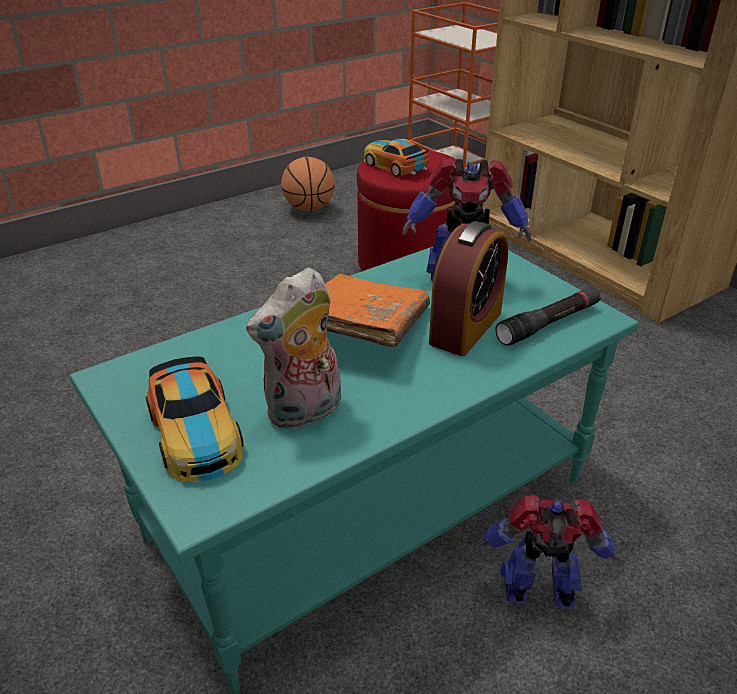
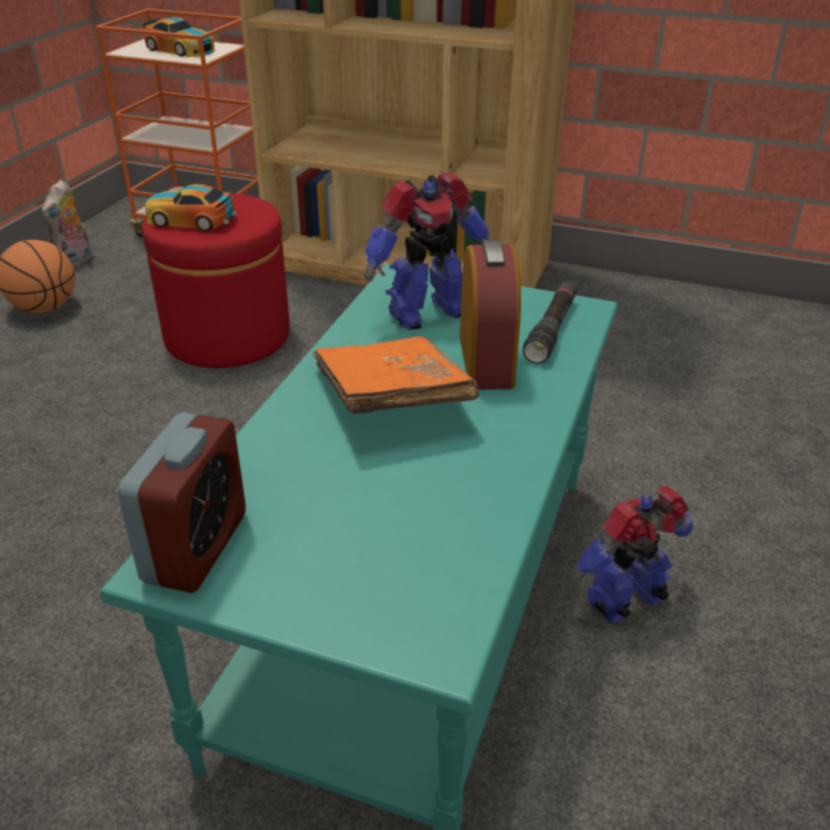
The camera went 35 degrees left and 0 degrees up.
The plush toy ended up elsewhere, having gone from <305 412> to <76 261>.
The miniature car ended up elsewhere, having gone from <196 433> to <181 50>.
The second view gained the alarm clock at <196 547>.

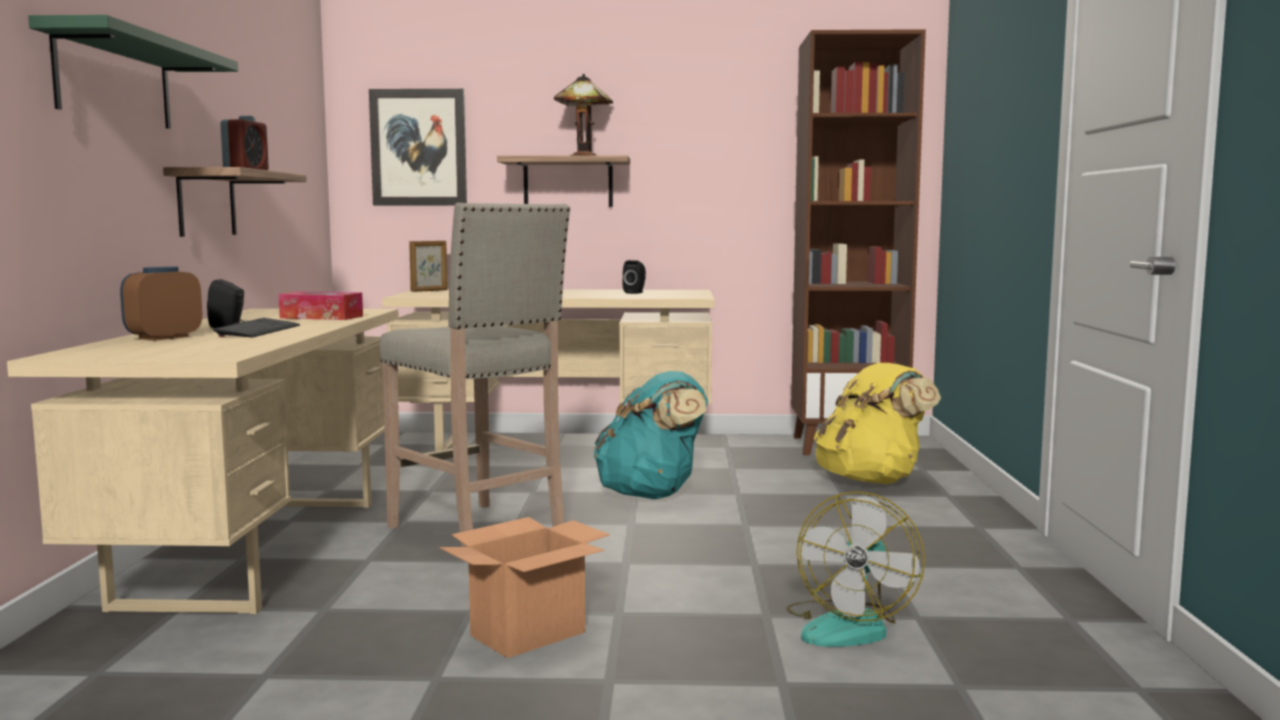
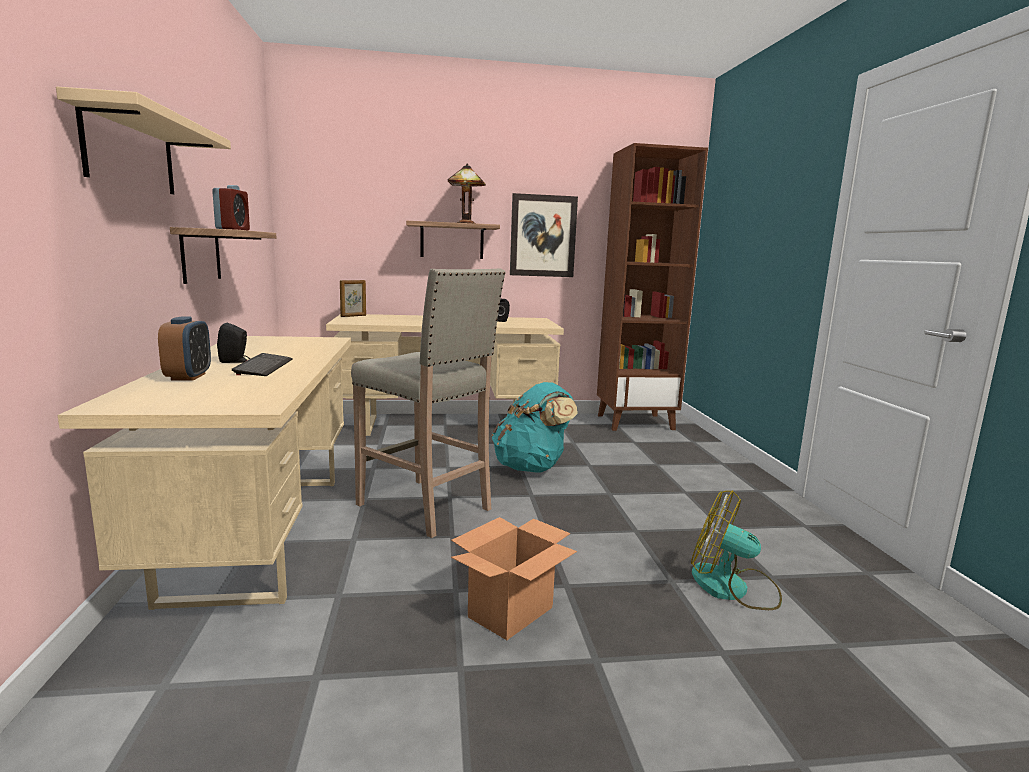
The camera went 10 degrees left and 5 degrees up.
What was the green shelf at <114 80> turned into the beige-coloured shelf at <130 152>.
The wall picture ended up elsewhere, having gone from <418 148> to <543 236>.
The alarm clock at <164 338> ended up facing another way, 150 degrees clockwise from before.
The second view lost the tissue holder at <321 317>.
The second view lost the yellowish backpack at <871 480>.
The fan at <849 625> ended up facing another way, 105 degrees clockwise from before.

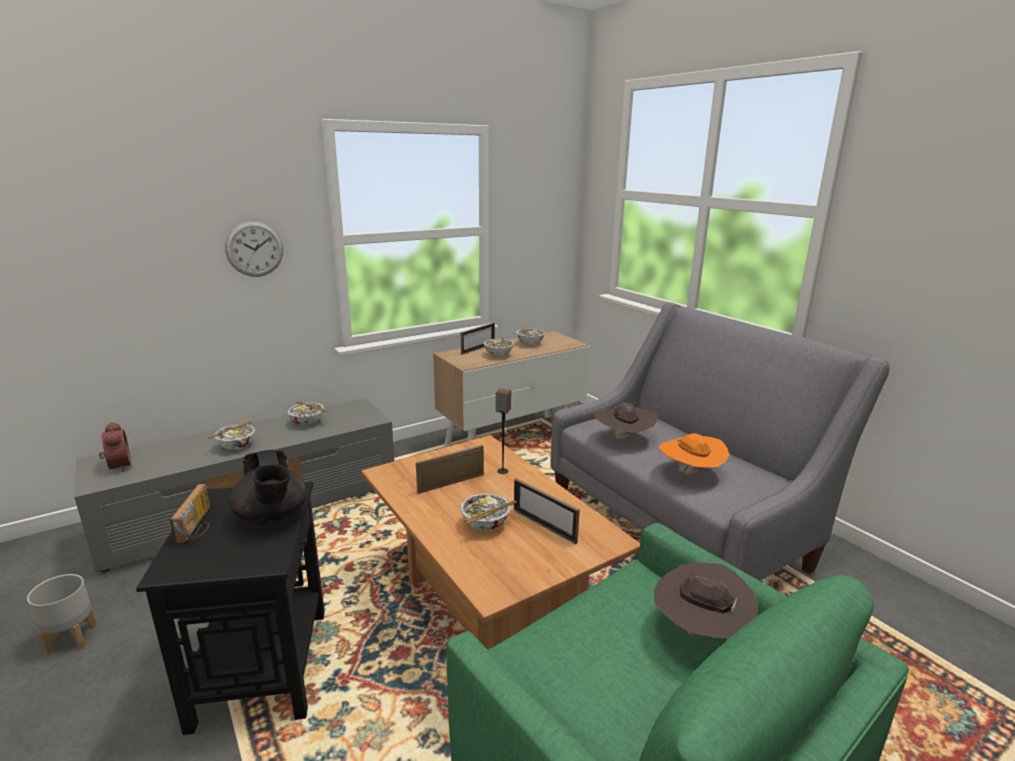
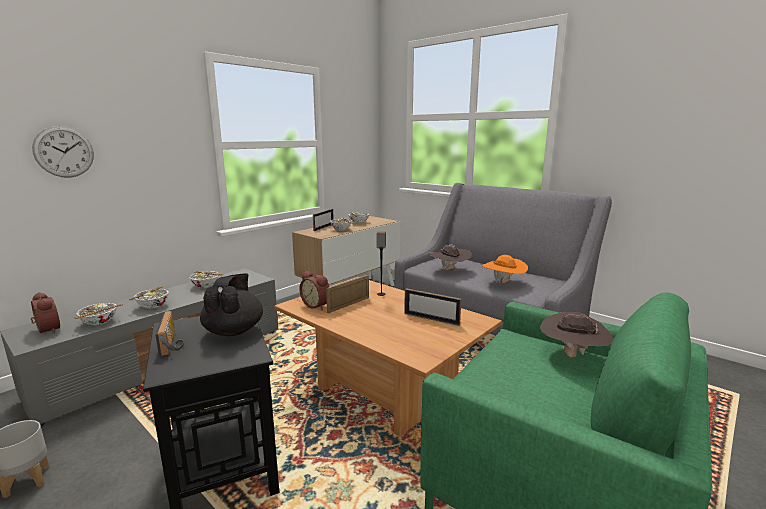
The camera went 15 degrees left and 5 degrees down.
The hanging clock ended up elsewhere, having gone from <254 249> to <64 152>.
The blackish tea pot at <272 517> ended up facing another way, 135 degrees counterclockwise from before.
The serving bowl ended up elsewhere, having gone from <485 524> to <99 322>.
The second view gained the alarm clock at <317 305>.

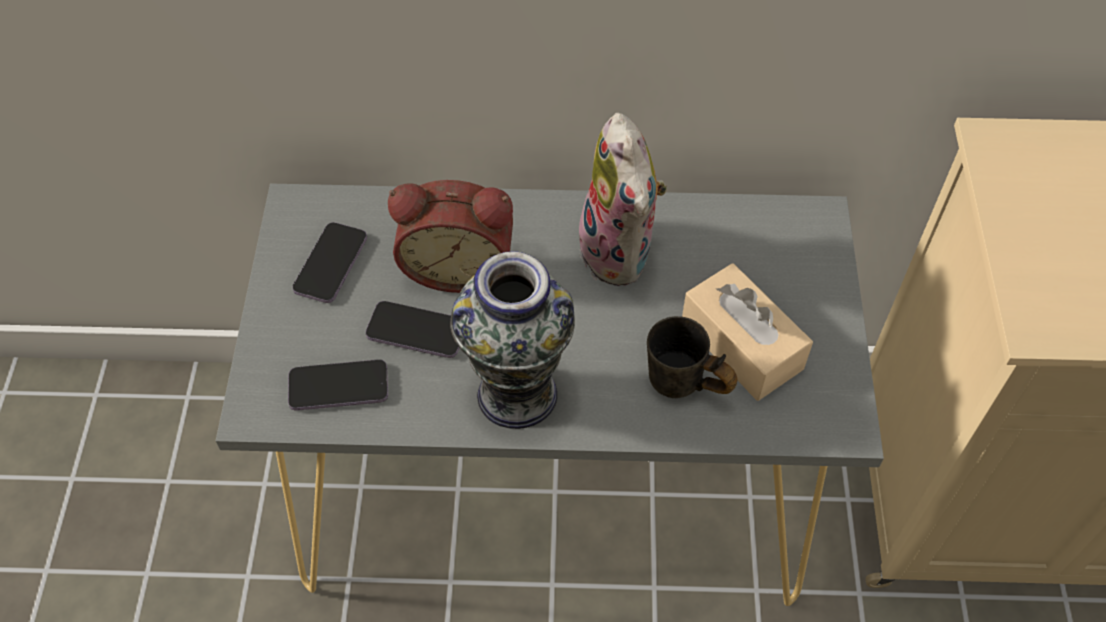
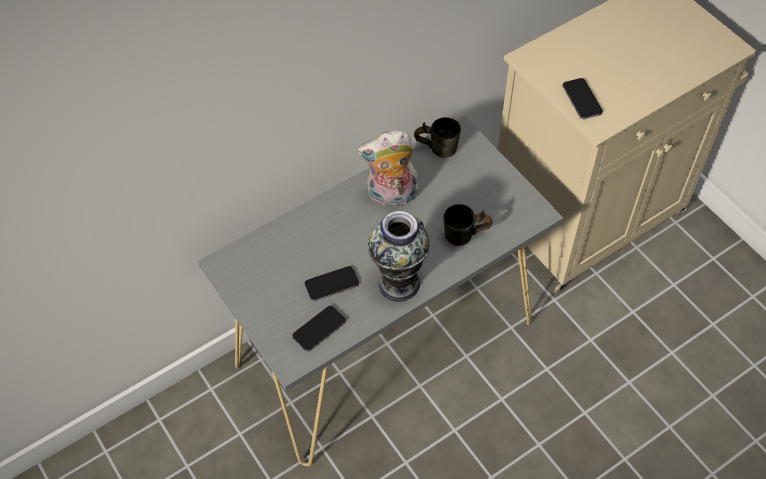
The camera went 35 degrees left and 0 degrees up.
The plush toy at <621 253> ended up facing another way, 135 degrees clockwise from before.
The second view lost the alarm clock at <458 265>.
The phone ended up elsewhere, having gone from <331 264> to <581 100>.
The second view lost the beige-coloured tissue holder at <741 345>.
The second view gained the gray coffee mug at <437 147>.

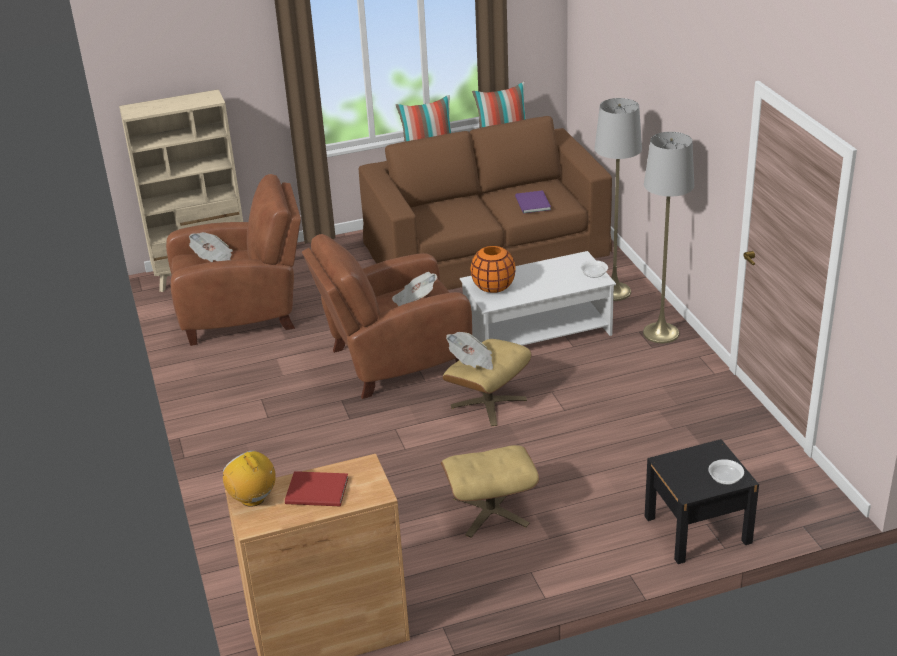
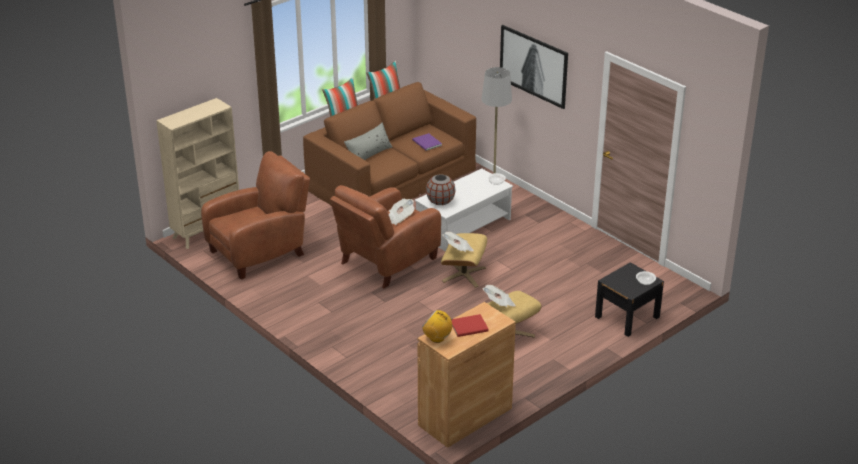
The camera went 25 degrees left and 0 degrees up.
The second view lost the gray standard lamp at <661 333>.
The printed paper ended up elsewhere, having gone from <213 258> to <499 303>.
What was the orangey decorative vase at <493 287> turned into the gray decorative vase at <440 201>.
The second view gained the wall picture at <534 65>.
The second view gained the gray cushion at <369 154>.

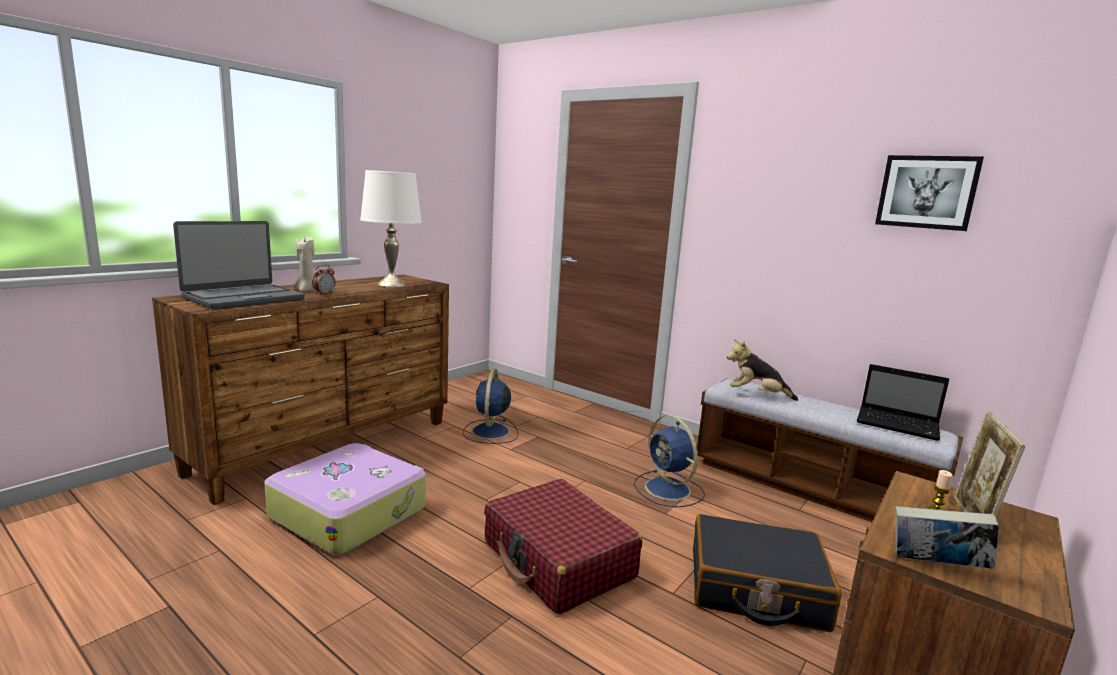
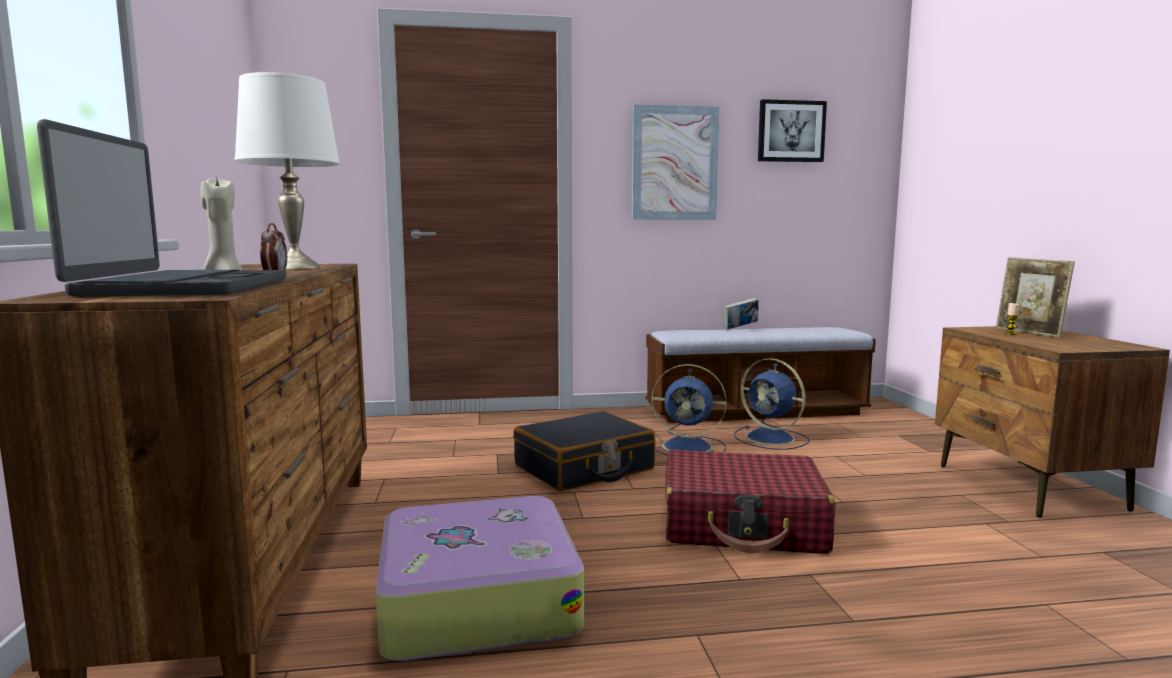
The camera went 45 degrees left and 5 degrees down.
The second view lost the plush toy at <757 395>.
The second view lost the laptop at <899 425>.
The blue fan ended up elsewhere, having gone from <490 432> to <772 438>.
The bound book ended up elsewhere, having gone from <936 566> to <740 328>.
The blackish travel case ended up elsewhere, having gone from <755 589> to <584 468>.
The second view gained the wall picture at <674 163>.

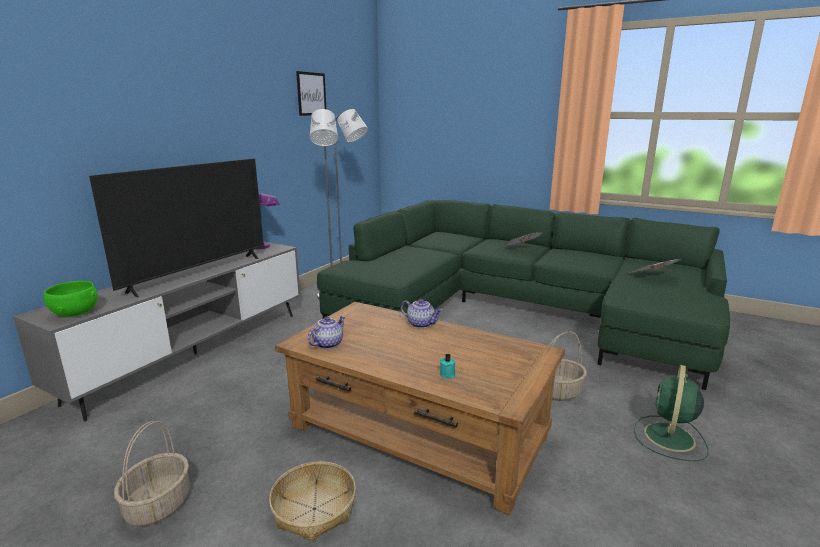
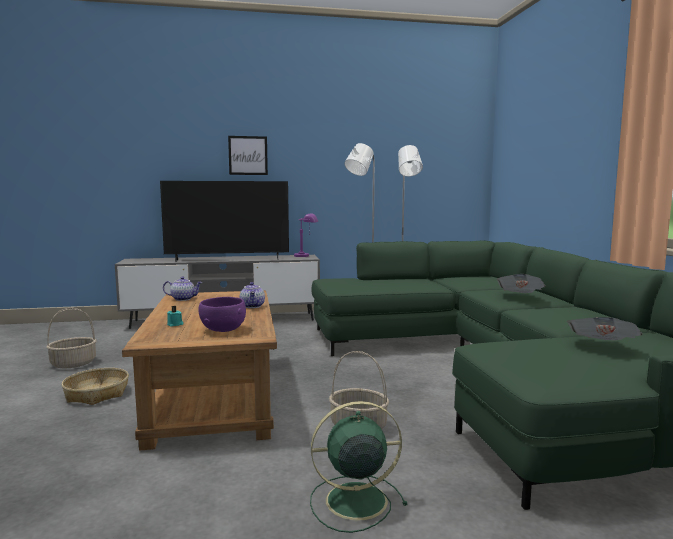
The camera went 50 degrees right and 10 degrees down.
The wall picture ended up elsewhere, having gone from <311 94> to <248 155>.
The second view lost the green serving bowl at <75 313>.
The second view gained the purplish serving bowl at <223 330>.

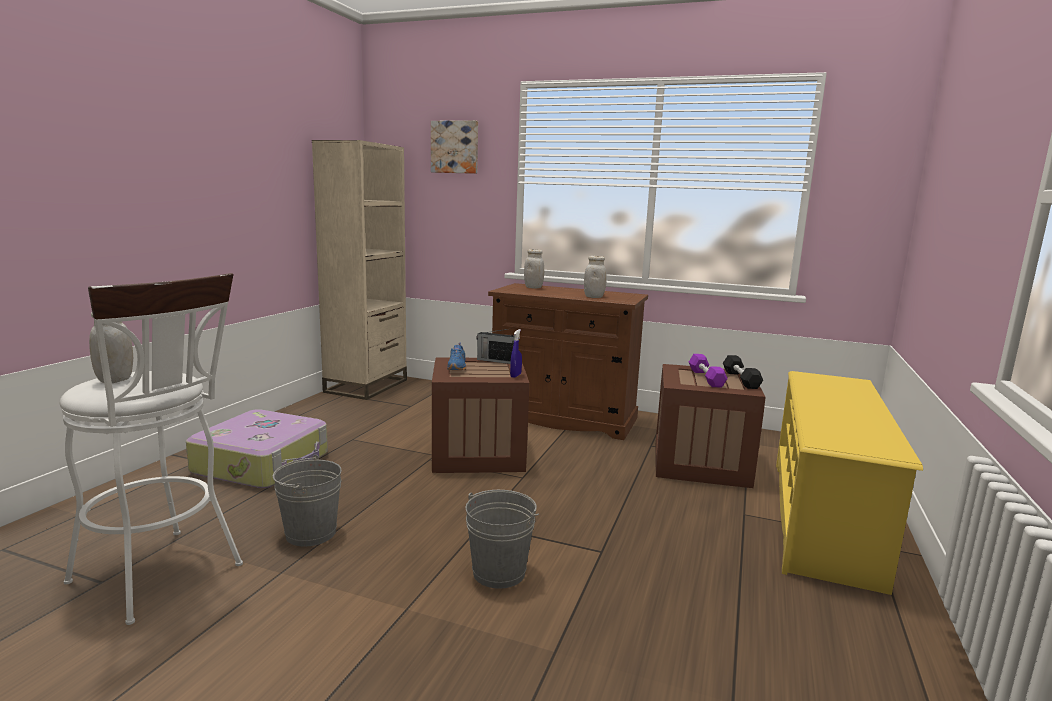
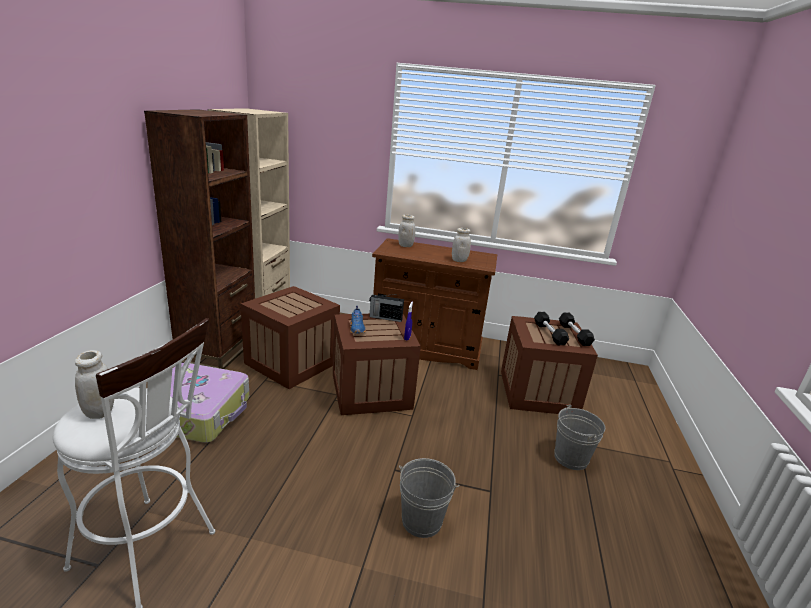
The camera went 10 degrees left and 10 degrees up.
The second view lost the wall picture at <455 147>.
What was the purplish hand weight at <706 378> turned into the blackish hand weight at <549 334>.
The second view lost the yellowish shoe rack at <823 518>.
The gray water bucket ended up elsewhere, having gone from <311 533> to <570 458>.
The second view gained the brown-coloured bookcase at <218 350>.
The second view gained the shipping crate at <291 363>.

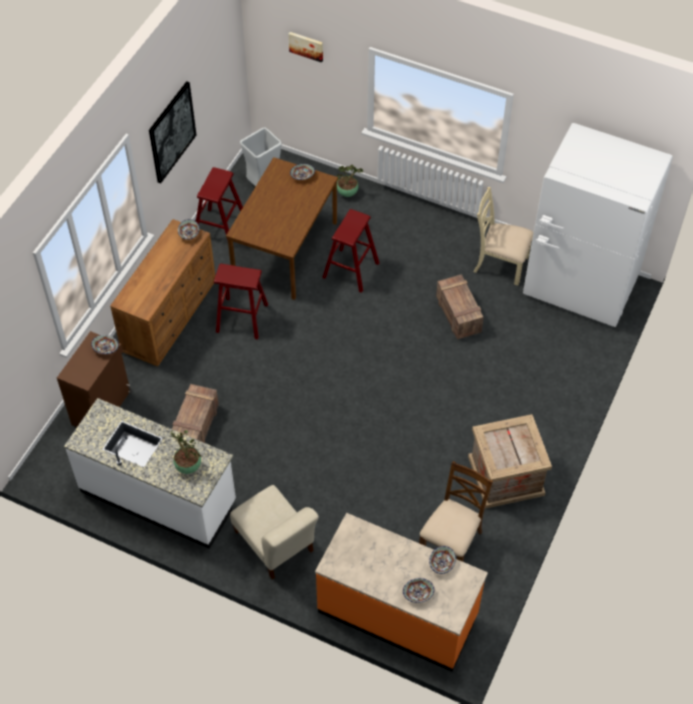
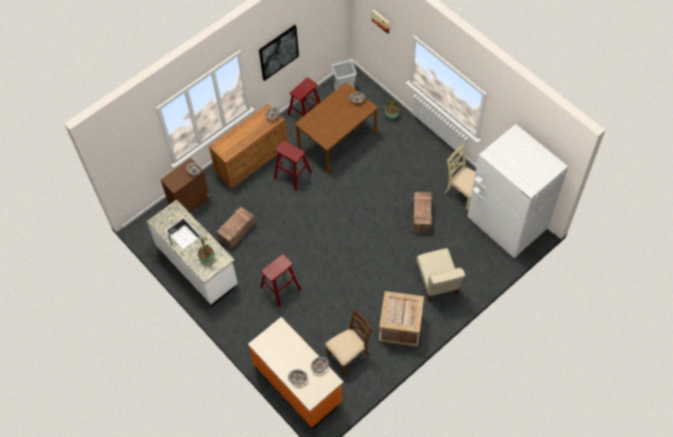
The camera went 25 degrees right and 5 degrees up.
The red-coloured stool seat ended up elsewhere, having gone from <350 270> to <280 288>.
The beige-coloured plain chair ended up elsewhere, having gone from <275 544> to <437 282>.

